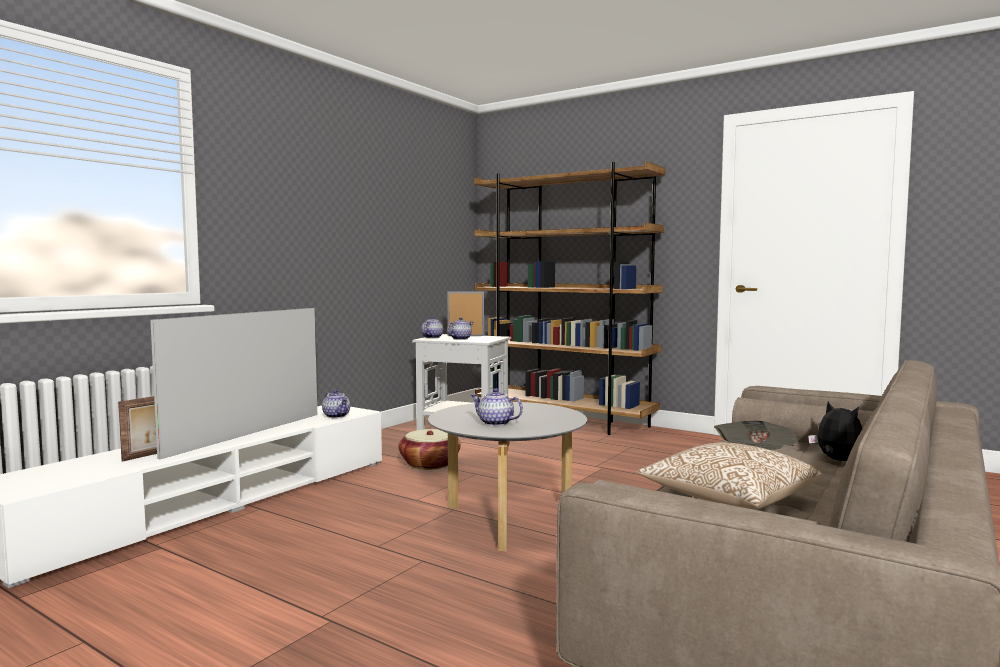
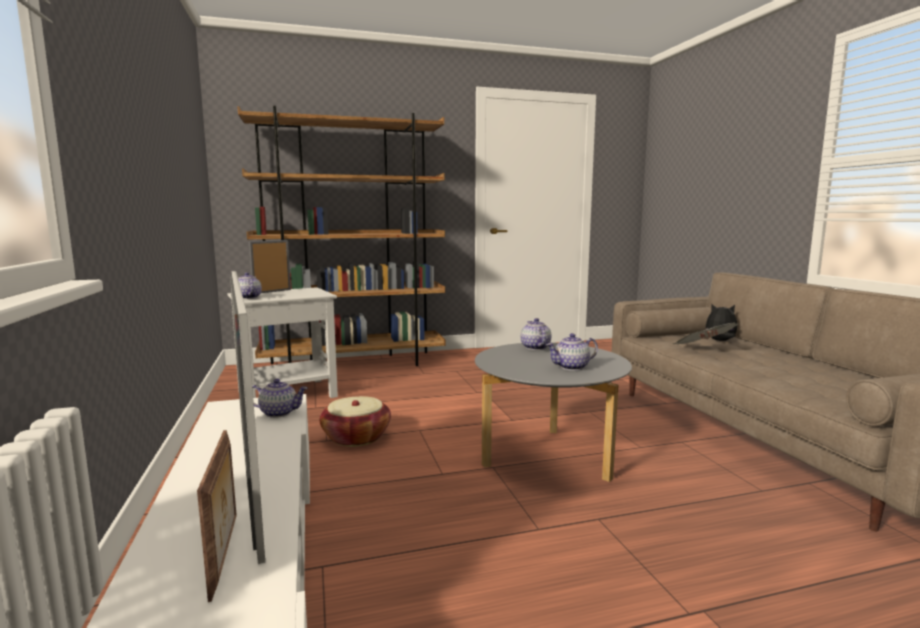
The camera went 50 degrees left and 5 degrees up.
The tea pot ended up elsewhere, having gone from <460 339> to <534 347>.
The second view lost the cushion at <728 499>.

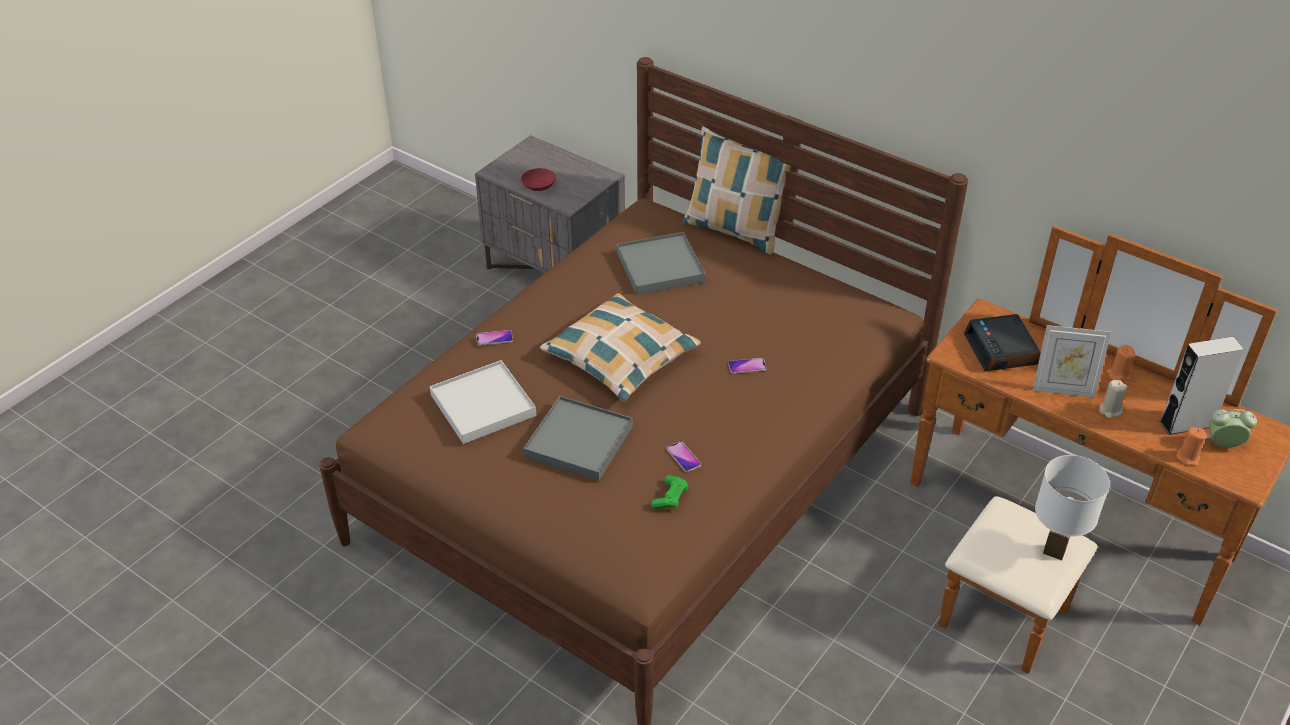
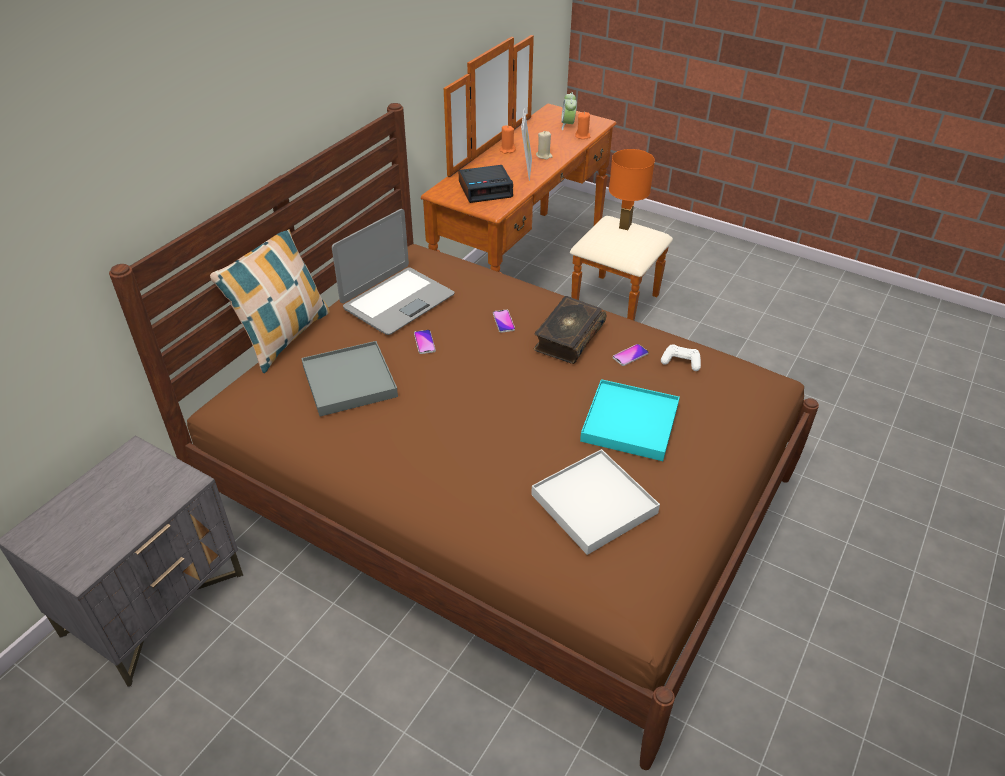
The camera went 95 degrees left and 0 degrees up.
The second view lost the red-coloured serving bowl at <539 185>.
The second view lost the cushion at <621 357>.
The phone ended up elsewhere, having gone from <494 338> to <424 342>.
The second view lost the gray speaker at <1186 424>.
What was the gray serving tray at <579 441> turned into the turquoise serving tray at <629 423>.
What was the whitish tabletop lamp at <1054 552> turned into the orangey tabletop lamp at <625 226>.
What was the green gamepad at <670 497> turned into the whitish gamepad at <681 362>.
The second view gained the laptop at <397 301>.
The second view gained the bound book at <568 337>.

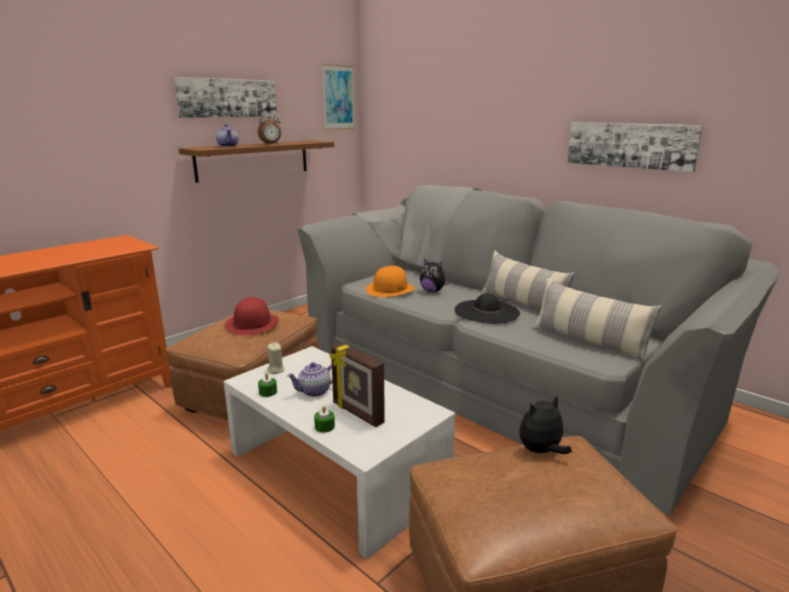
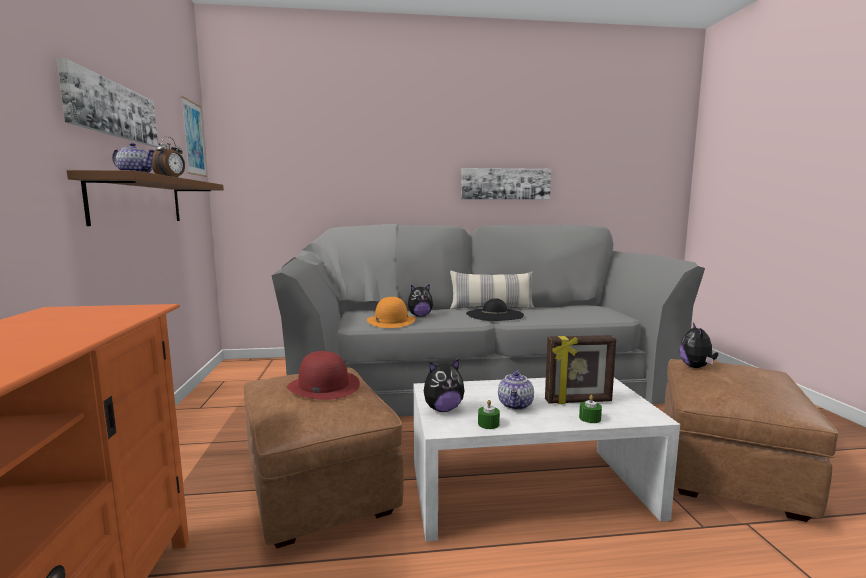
The camera went 50 degrees left and 10 degrees down.
The second view lost the cushion at <588 342>.
Where the beige-coloured candle stood at <275 370>, the plush toy came to stand at <443 409>.

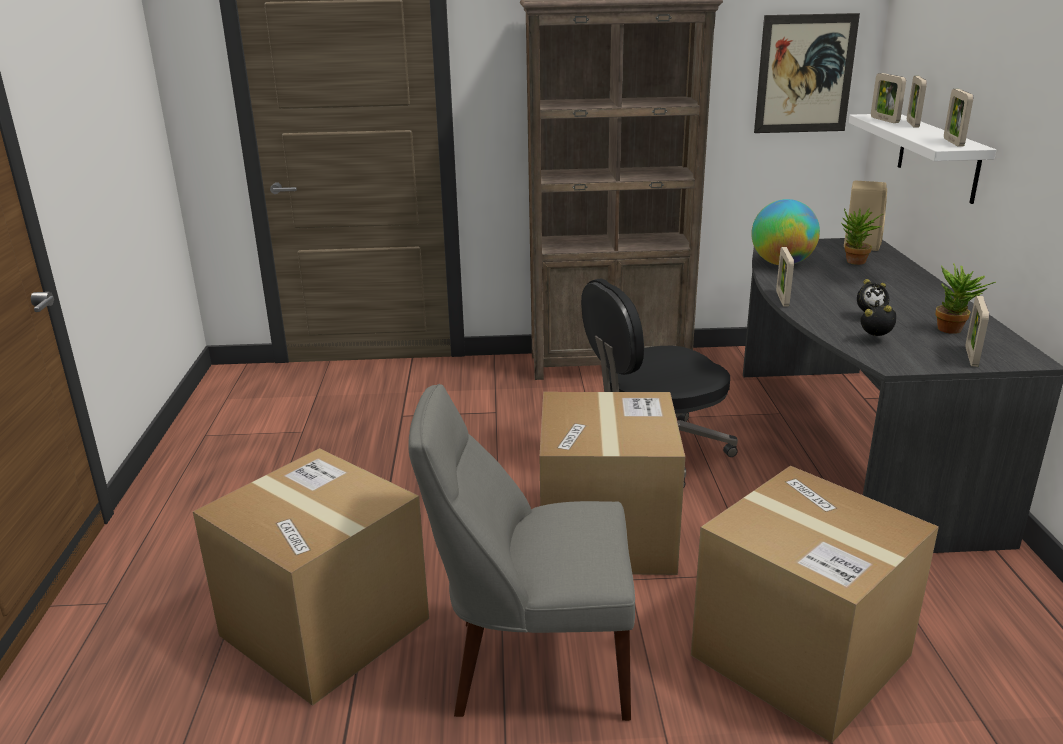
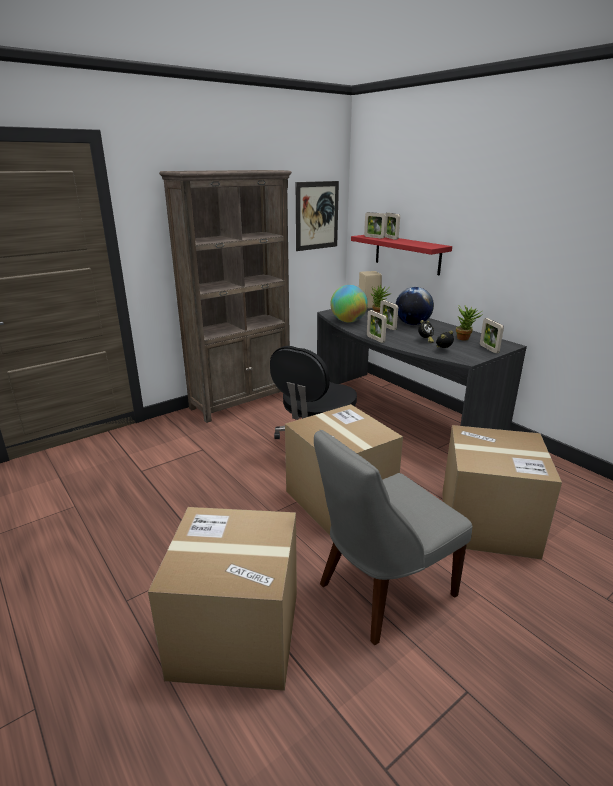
The camera went 35 degrees left and 0 degrees up.
The picture frame ended up elsewhere, having gone from <953 142> to <387 327>.
What was the whitish shelf at <938 156> turned into the red-coloured shelf at <407 254>.
The second view gained the world globe at <412 324>.

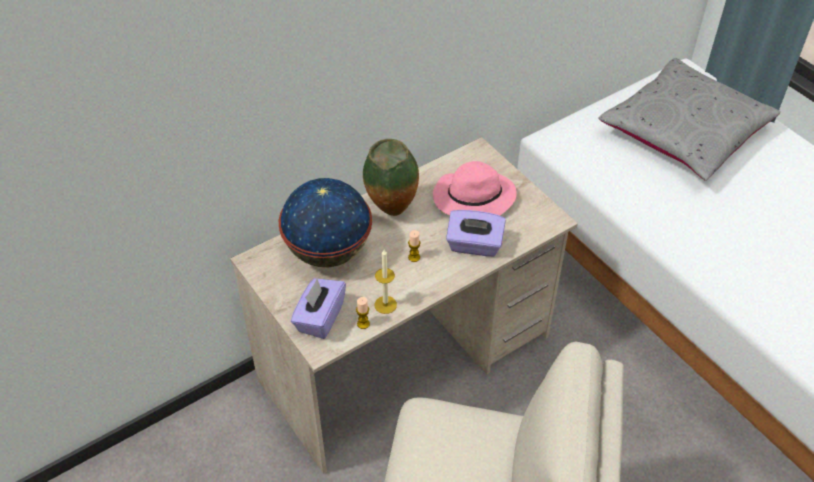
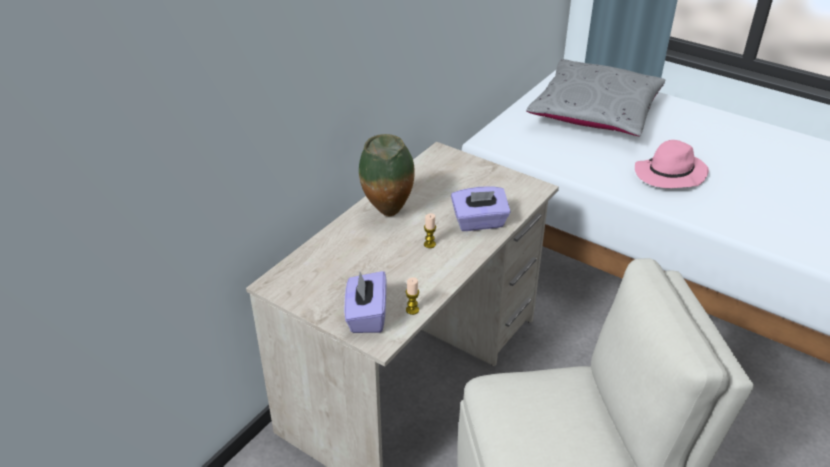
The camera went 20 degrees left and 10 degrees down.
The pinkish clothing hat ended up elsewhere, having gone from <472 199> to <669 175>.
The second view lost the world globe at <328 251>.
The second view lost the candle at <385 304>.

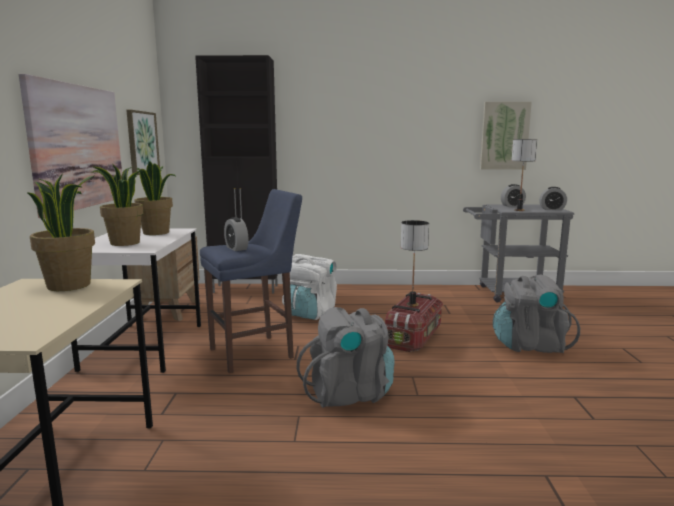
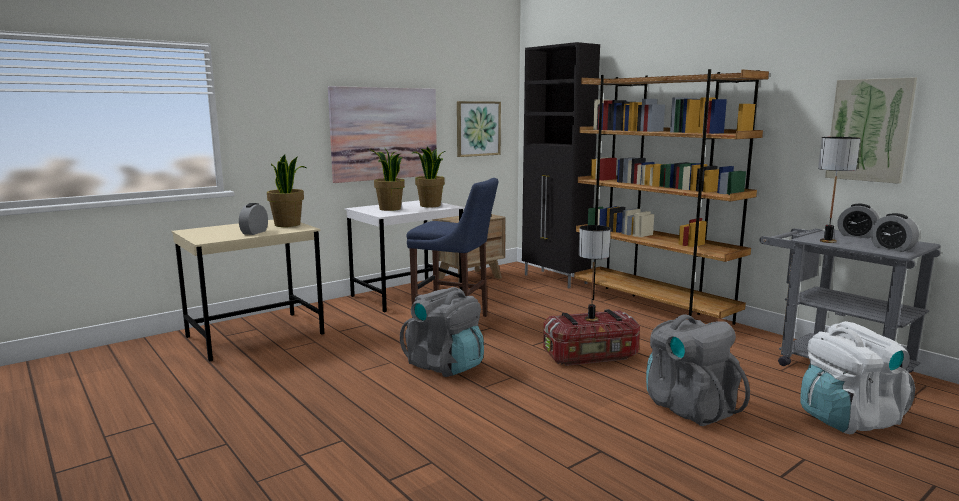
The camera went 50 degrees right and 0 degrees up.
The alarm clock ended up elsewhere, having gone from <236 248> to <254 232>.
The whitish backpack ended up elsewhere, having gone from <310 313> to <847 419>.
The second view gained the brown-coloured bookcase at <652 309>.

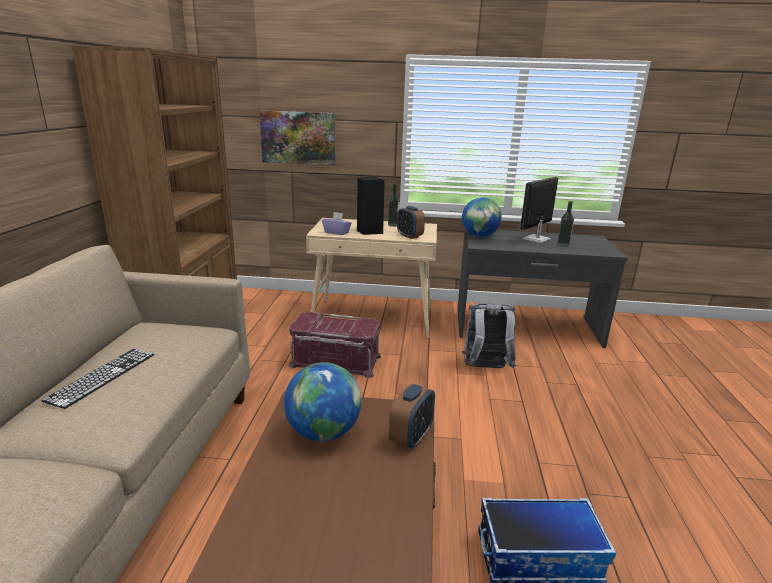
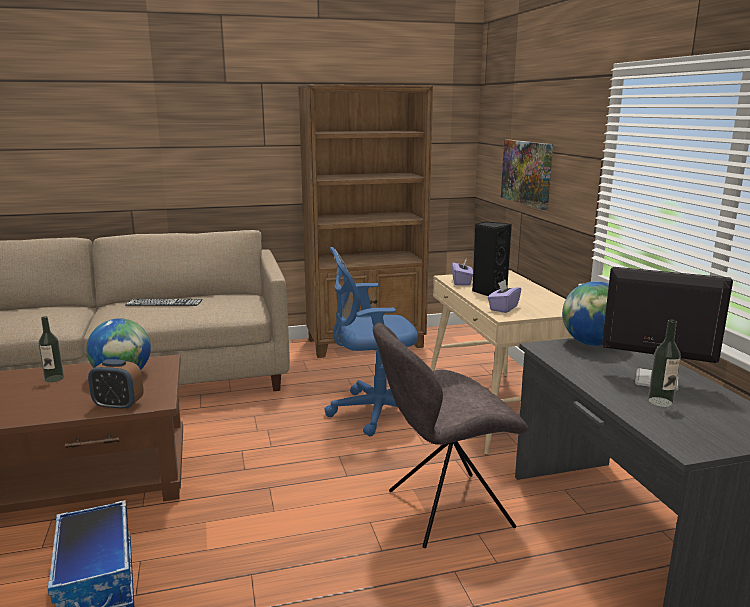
The camera went 70 degrees right and 5 degrees down.
The bottle ended up elsewhere, having gone from <393 225> to <54 378>.
Where the alarm clock stood at <409 236>, the purplish tissue holder came to stand at <503 308>.
Where the gray backpack stood at <485 369>, the gray plain chair came to stand at <444 510>.
Where the red-coloured storage container stood at <335 361>, the blue office chair came to stand at <374 412>.

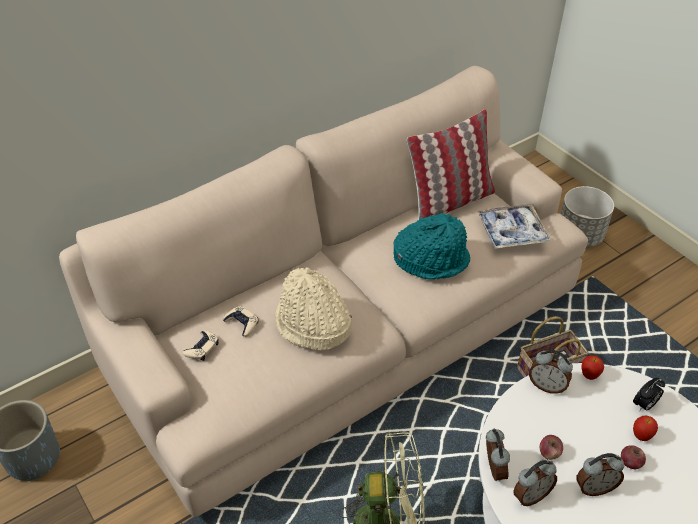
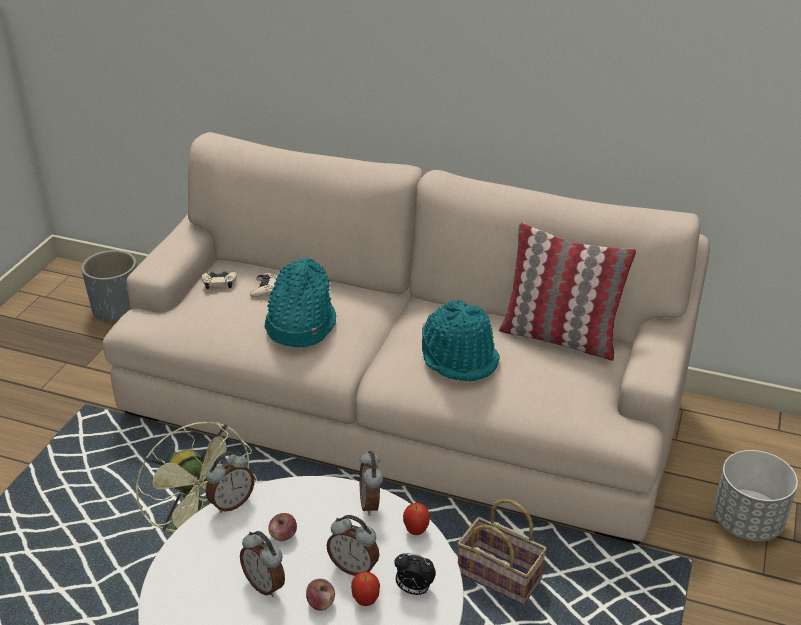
The camera went 55 degrees right and 10 degrees down.
The second view lost the serving tray at <511 232>.
What was the beige-coloured clothing hat at <312 325> turned into the turquoise clothing hat at <299 324>.
The alarm clock ended up elsewhere, having gone from <530 495> to <354 567>.

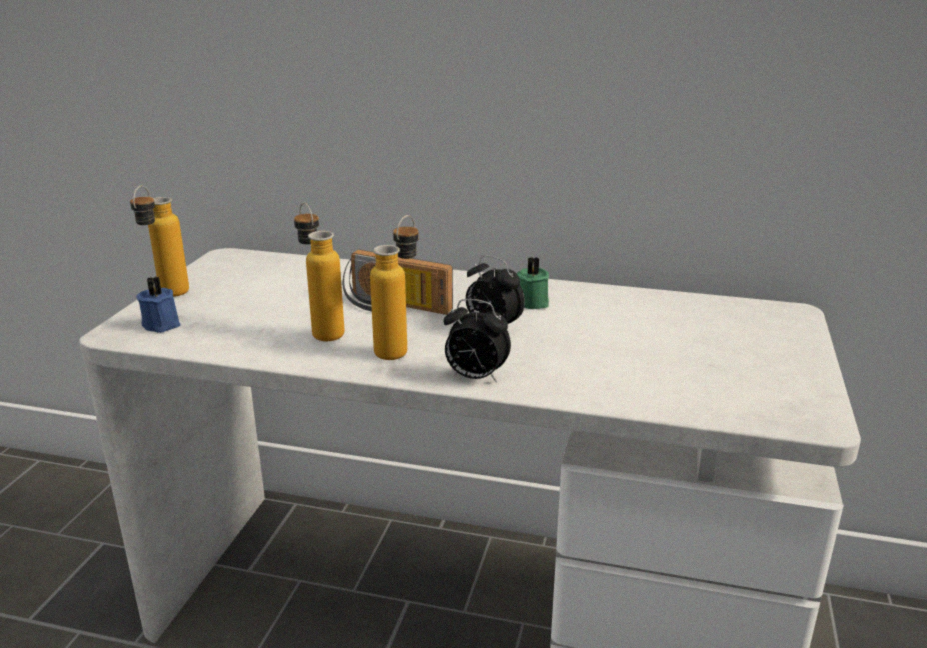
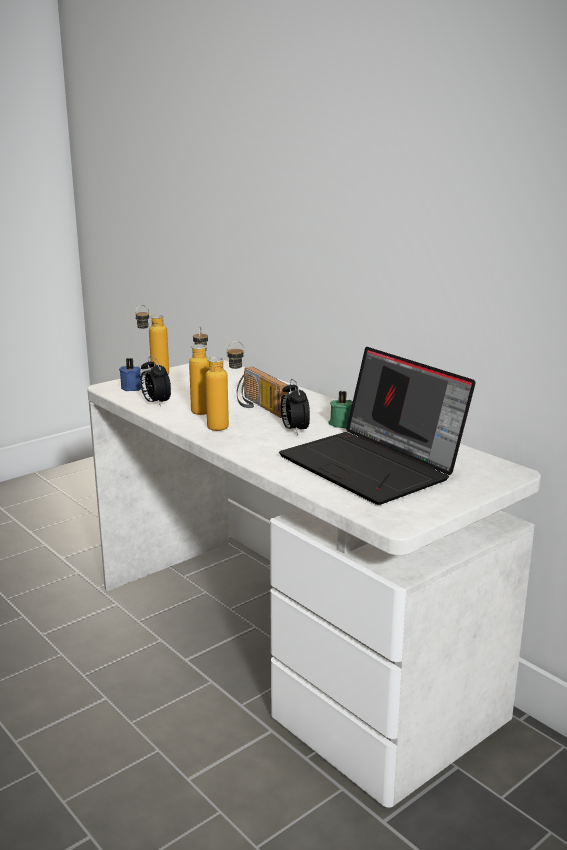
The camera went 35 degrees right and 5 degrees down.
The alarm clock ended up elsewhere, having gone from <475 377> to <155 403>.
The second view gained the laptop at <374 466>.

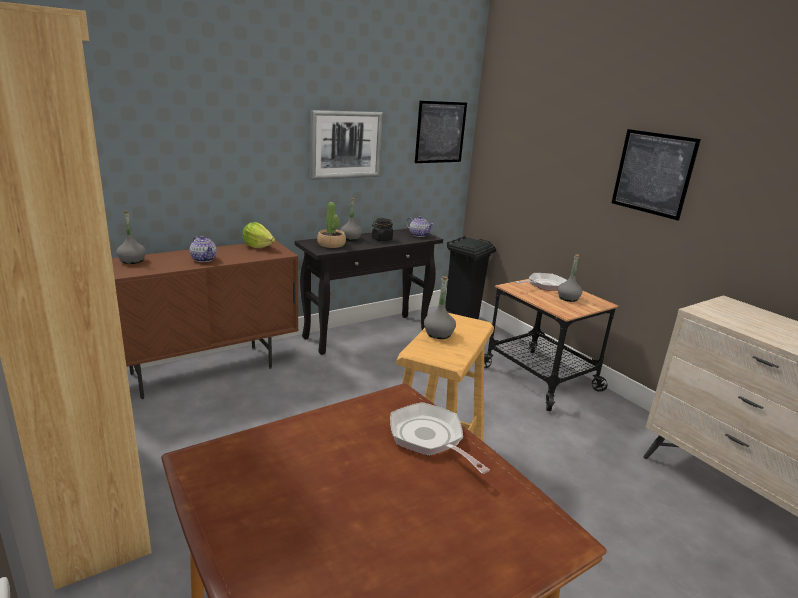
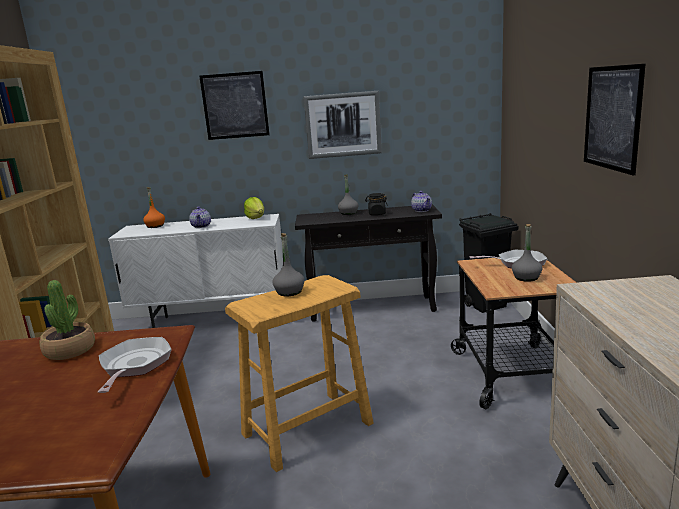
The camera went 35 degrees right and 5 degrees down.
The wall picture ended up elsewhere, having gone from <440 132> to <235 105>.
The potted plant ended up elsewhere, having gone from <331 244> to <70 350>.
What was the gray bottle at <132 261> turned into the orangey bottle at <155 226>.
What was the brown-coloured storage cabinet at <203 371> turned into the whitish storage cabinet at <213 321>.

